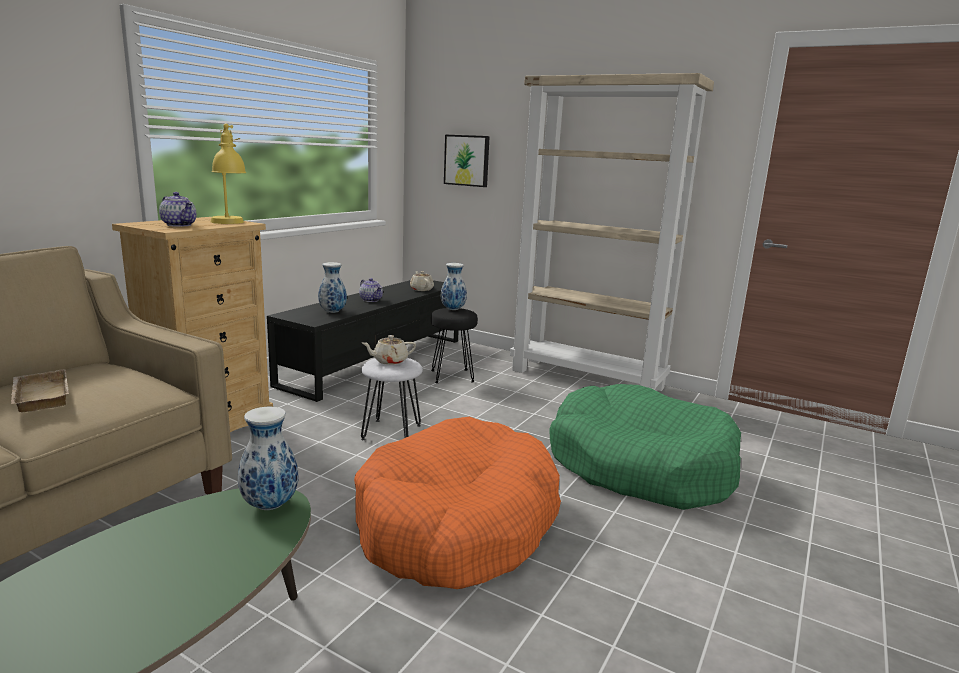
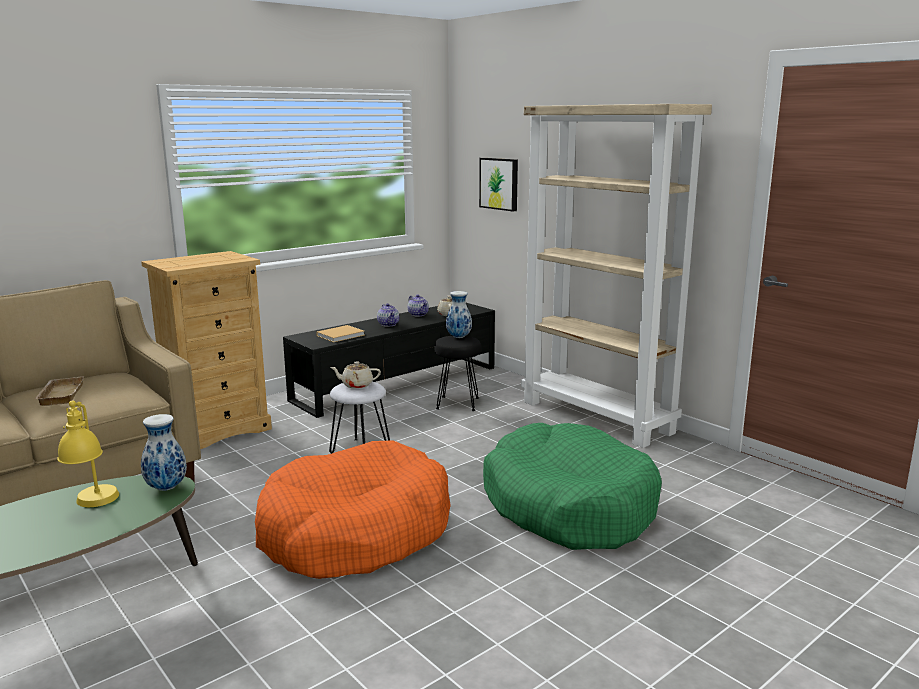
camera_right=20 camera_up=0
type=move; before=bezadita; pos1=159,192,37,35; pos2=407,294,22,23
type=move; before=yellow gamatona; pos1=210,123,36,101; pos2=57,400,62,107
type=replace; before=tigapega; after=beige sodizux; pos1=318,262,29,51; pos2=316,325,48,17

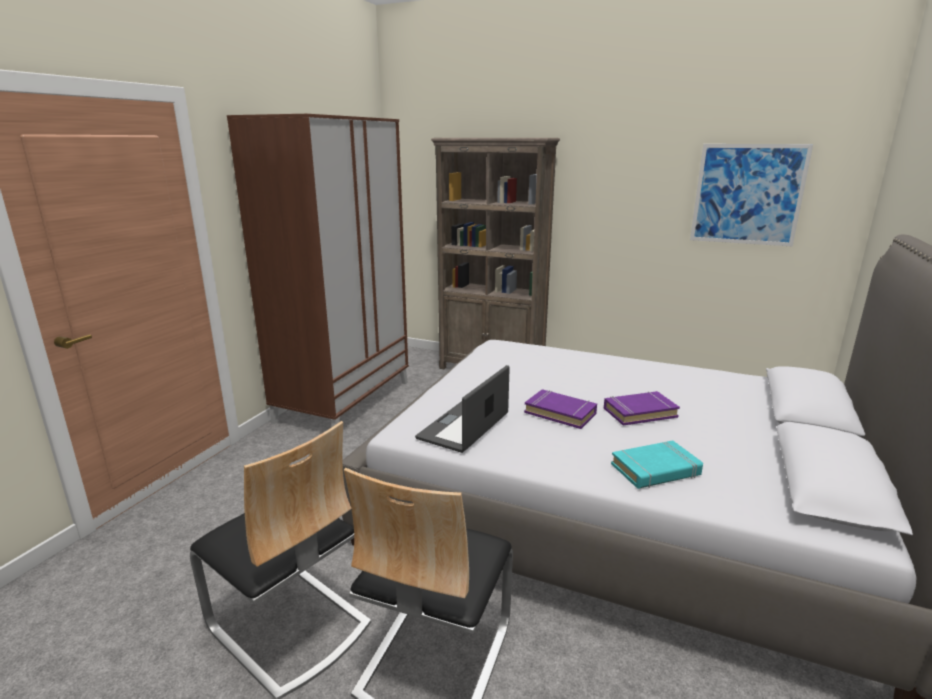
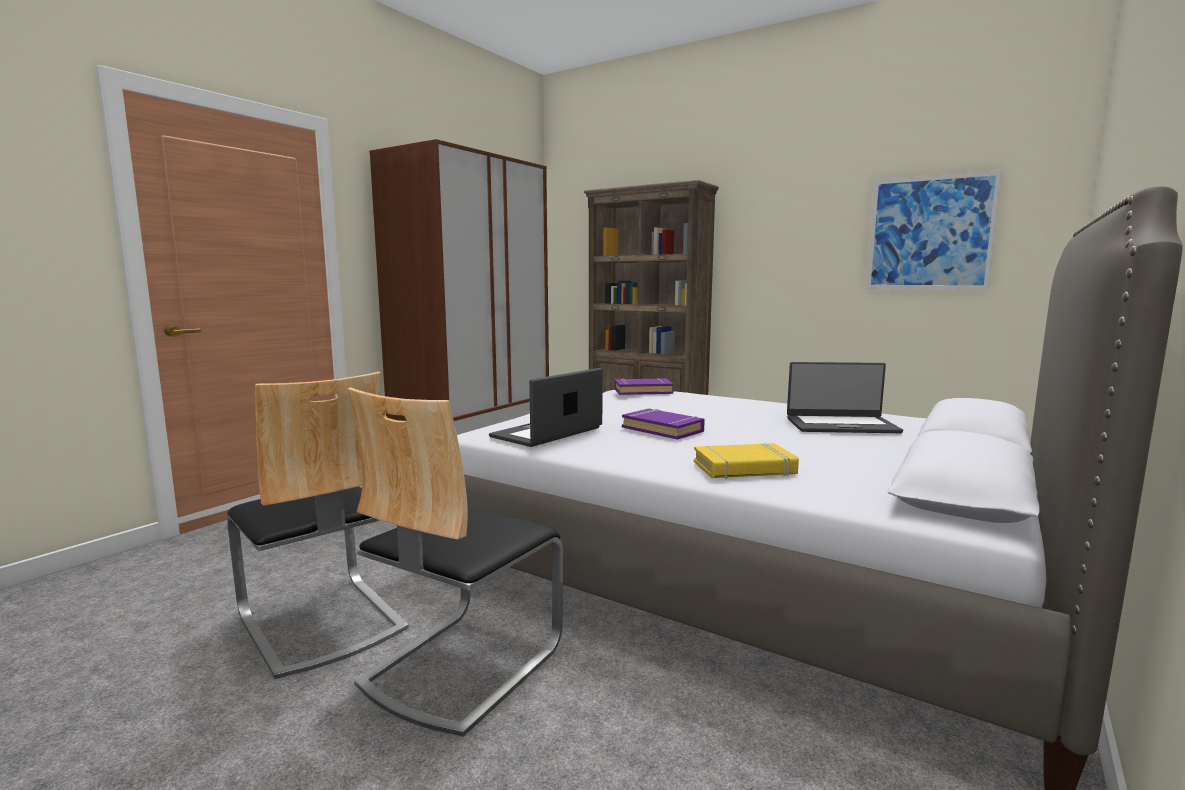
camera_right=10 camera_up=-10
type=move; before=purple sodizux; pos1=604,391,76,35; pos2=615,378,58,17
type=recolor; before=turquoise sodizux; after=yellow sodizux; pos1=611,440,92,49; pos2=694,443,105,36
type=insert; after=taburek; pos2=787,362,116,71

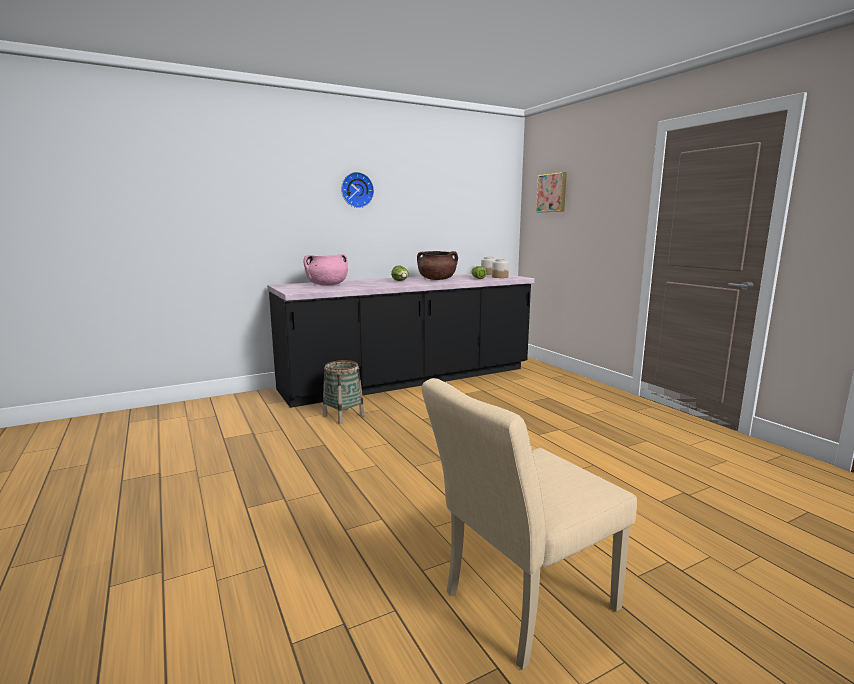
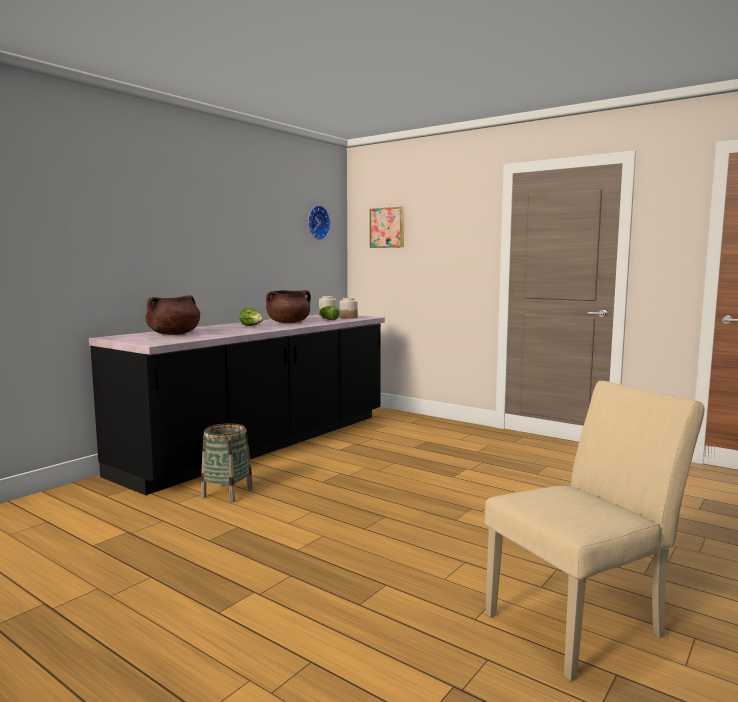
camera_right=-25 camera_up=-5
type=recolor; before=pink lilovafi; after=brown lilovafi; pos1=303,254,45,32; pos2=146,295,54,40
type=move; before=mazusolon; pos1=341,172,33,36; pos2=308,206,23,34
type=rotate; before=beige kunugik; pos1=422,378,215,292; pos2=485,381,219,300; turn=-150

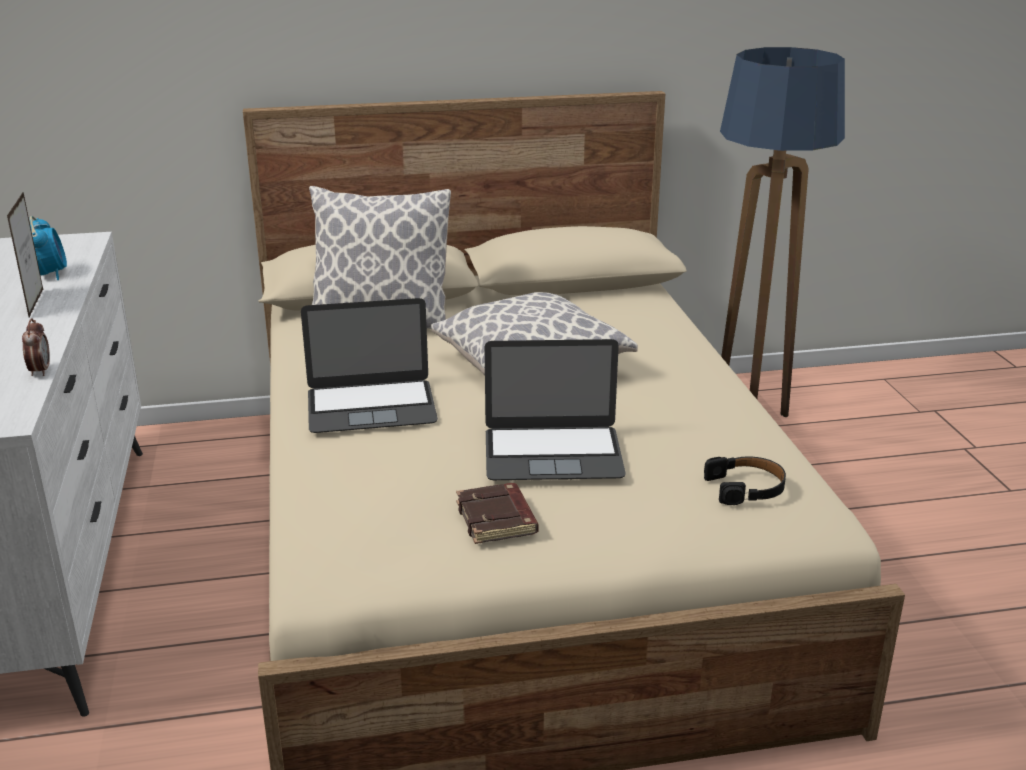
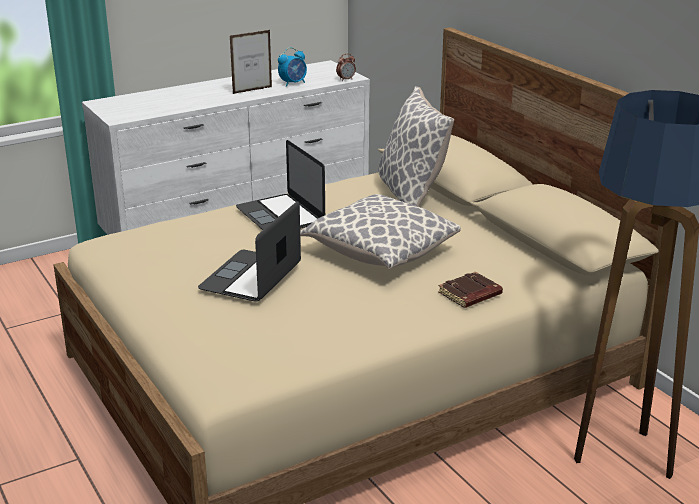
camera_right=70 camera_up=0
type=move; before=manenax; pos1=22,318,28,58; pos2=336,54,20,27
type=move; before=brown sodizux; pos1=456,483,83,61; pos2=438,272,65,36
type=rotate; before=taburek; pos1=485,339,141,141; pos2=198,201,103,101; turn=45
type=delete; before=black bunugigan; pos1=704,457,82,48

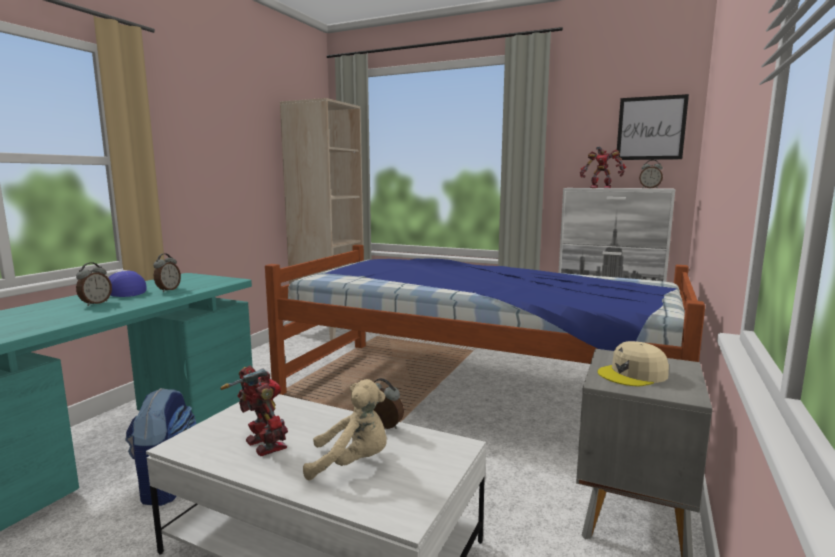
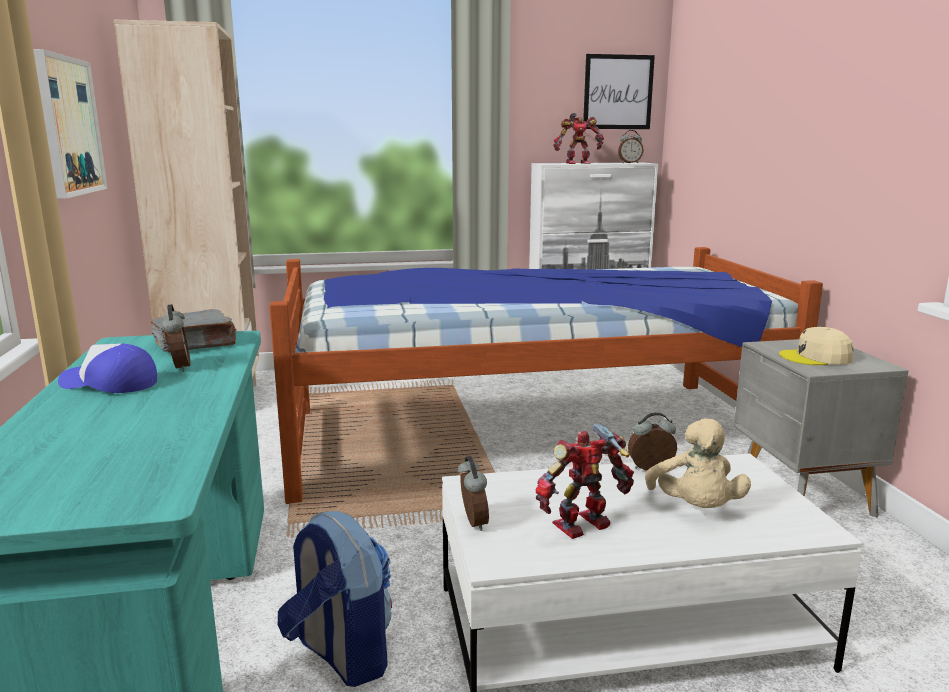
camera_right=-35 camera_up=5
type=move; before=manenax; pos1=76,262,36,44; pos2=457,456,32,75
type=rotate; before=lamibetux; pos1=220,365,68,91; pos2=536,423,98,116; turn=-45
type=rotate; before=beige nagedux; pos1=303,379,84,102; pos2=645,419,106,89; turn=120
type=rotate; before=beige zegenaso; pos1=598,341,71,45; pos2=779,327,75,38; turn=60
type=insert; after=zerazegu; pos2=33,49,75,150
type=insert; after=grey sodizux; pos2=151,309,85,43

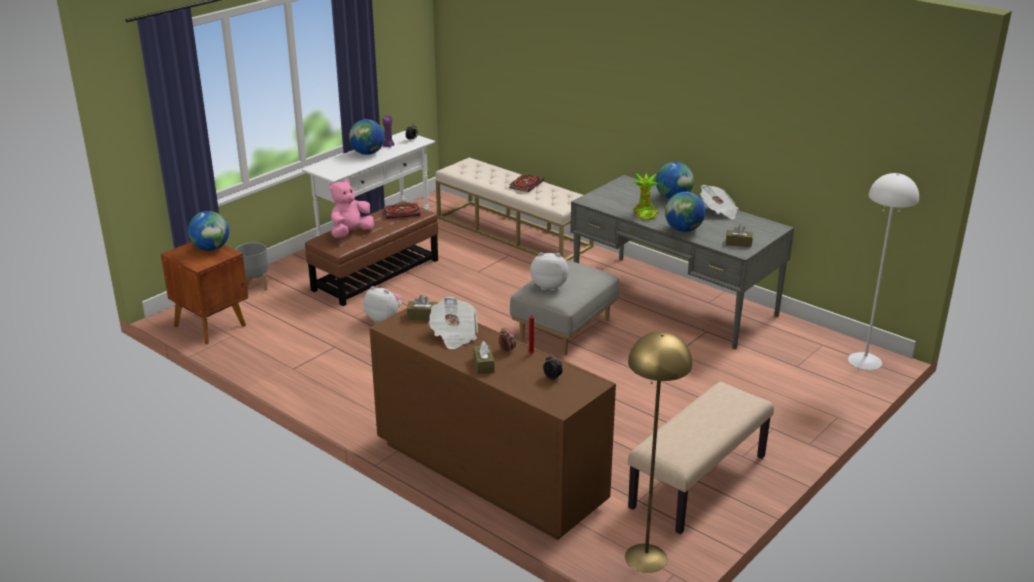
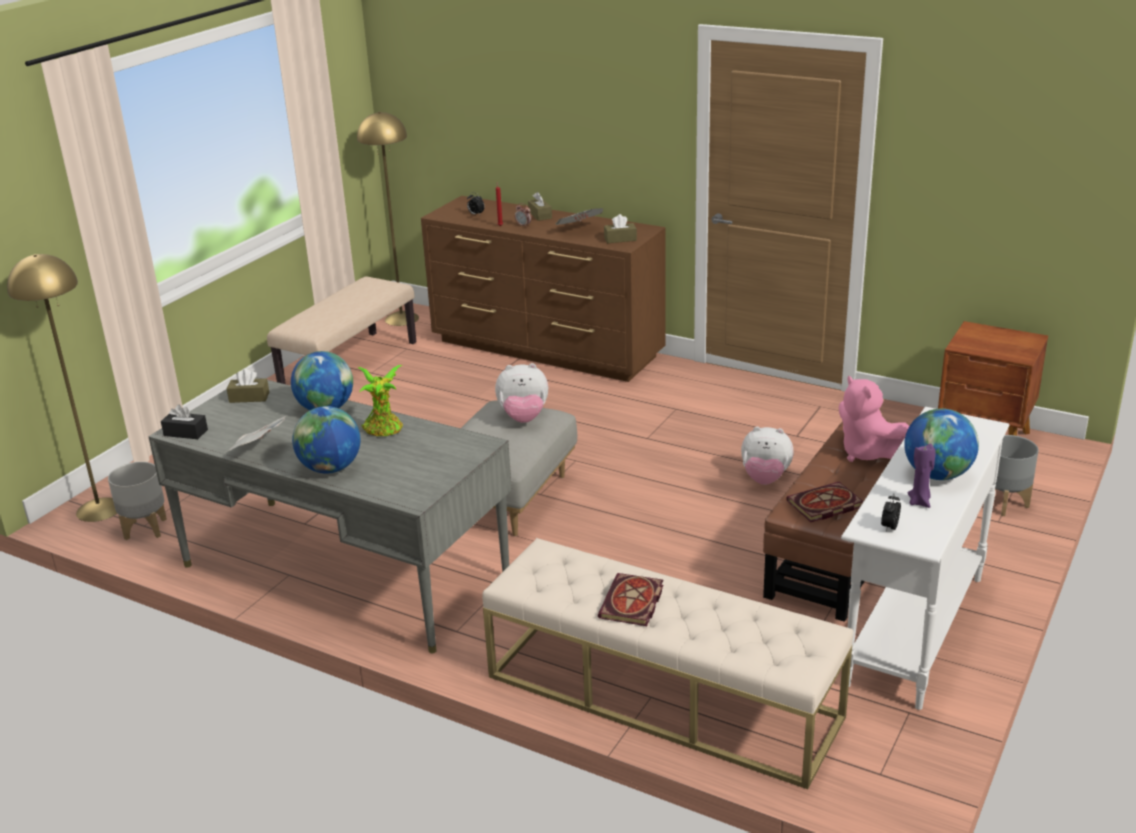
camera_right=170 camera_up=0
type=delete; before=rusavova; pos1=188,211,41,40
type=rotate; before=pink nagedux; pos1=329,179,45,59; pos2=839,375,70,87; turn=120
type=recolor; before=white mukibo; after=yellow mukibo; pos1=848,173,71,197; pos2=7,254,110,268
type=insert; after=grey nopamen; pos2=108,462,59,78
type=insert; after=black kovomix; pos2=161,405,47,34

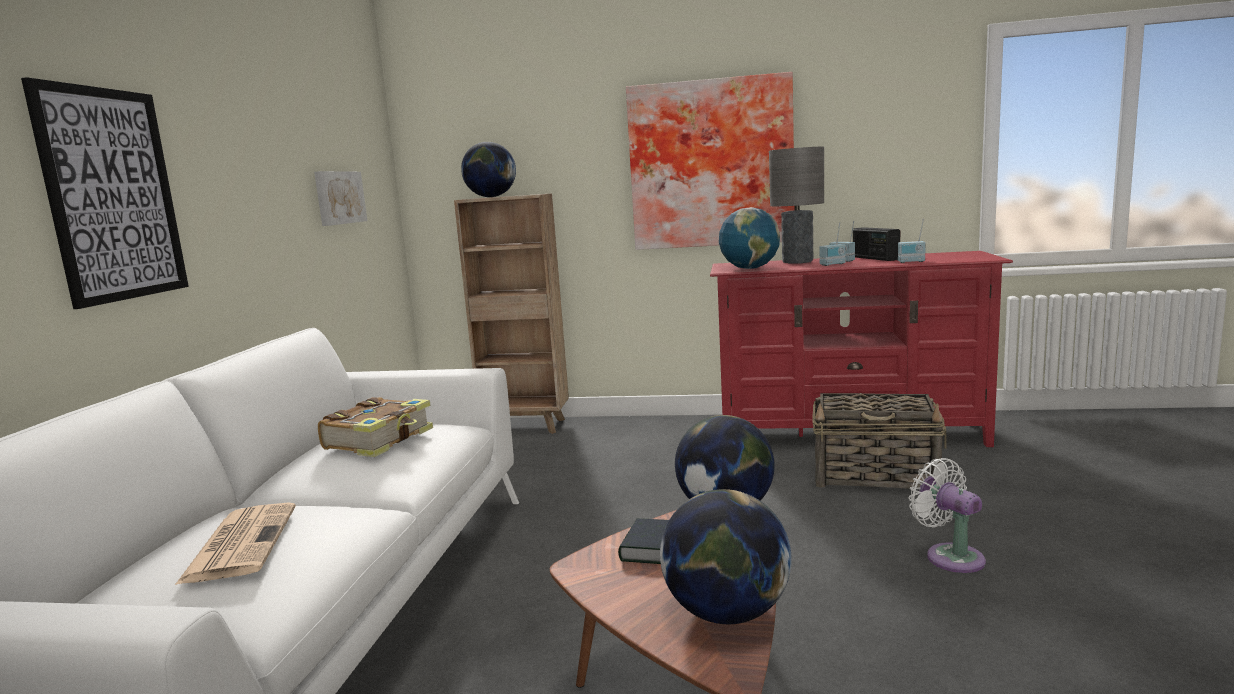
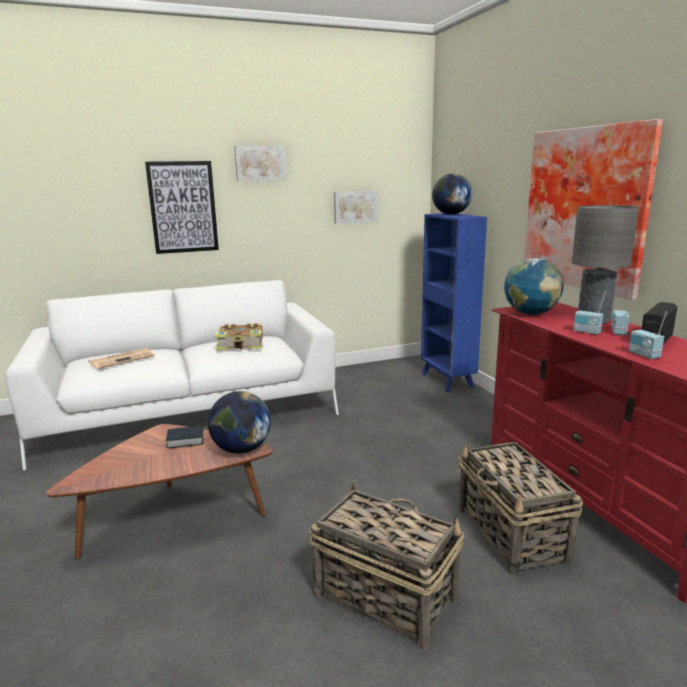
camera_right=60 camera_up=5
type=recolor; before=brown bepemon; after=blue bepemon; pos1=454,193,115,241; pos2=421,213,66,179
type=delete; before=rusavova; pos1=660,489,131,135
type=replace; before=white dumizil; after=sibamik; pos1=909,458,77,115; pos2=309,481,156,168
type=insert; after=zerazegu; pos2=234,146,53,35

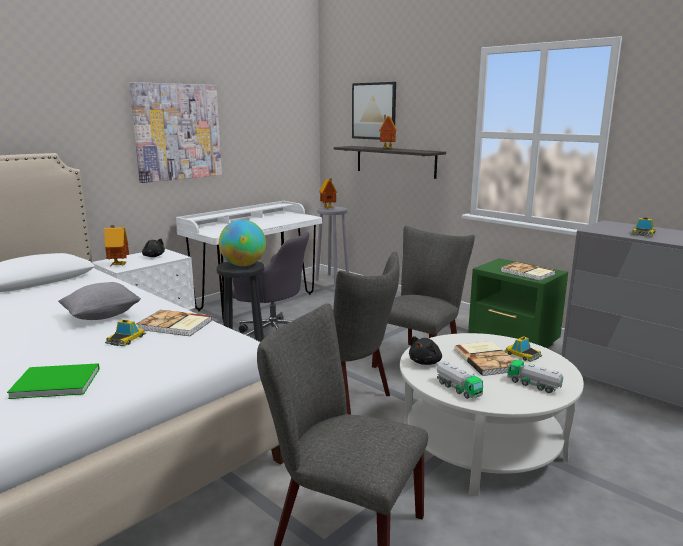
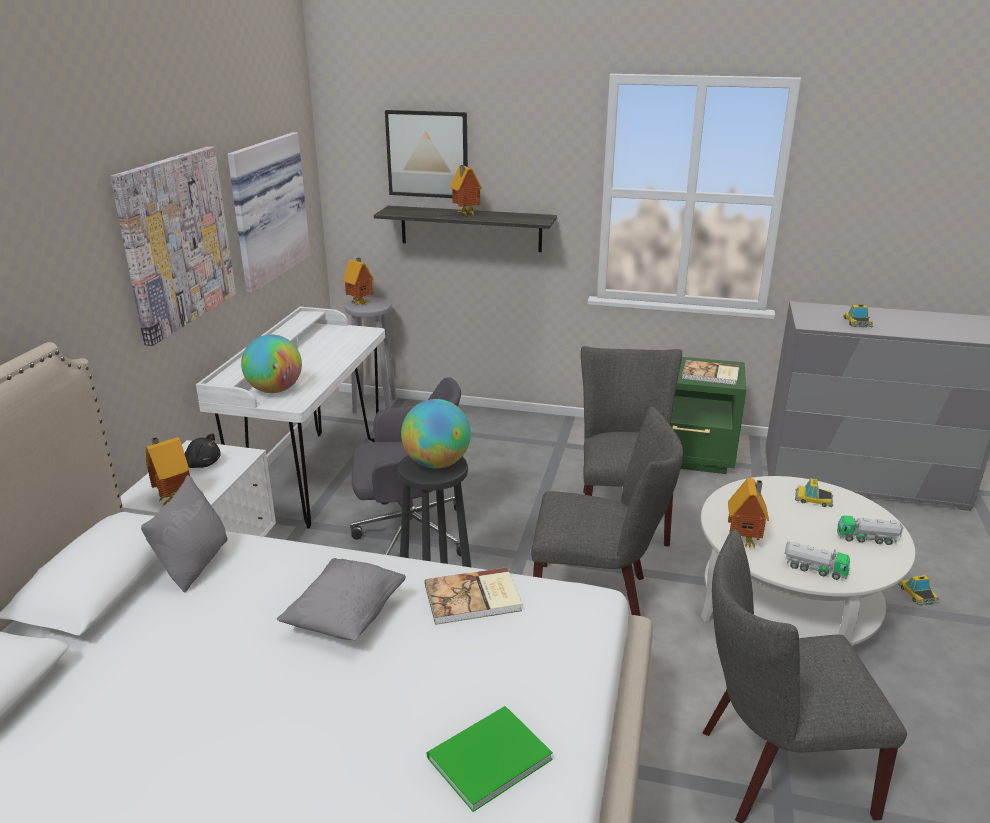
camera_right=-30 camera_up=10
type=move; before=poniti; pos1=105,319,41,27; pos2=898,575,42,30
type=replace; before=black nagedux; after=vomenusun; pos1=409,336,33,29; pos2=728,478,41,69
type=delete; before=sodizux; pos1=454,341,61,35
type=insert; after=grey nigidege; pos2=141,475,87,118
type=insert; after=zerazegu; pos2=227,132,83,161
type=insert; after=rusavova; pos2=241,334,61,59

